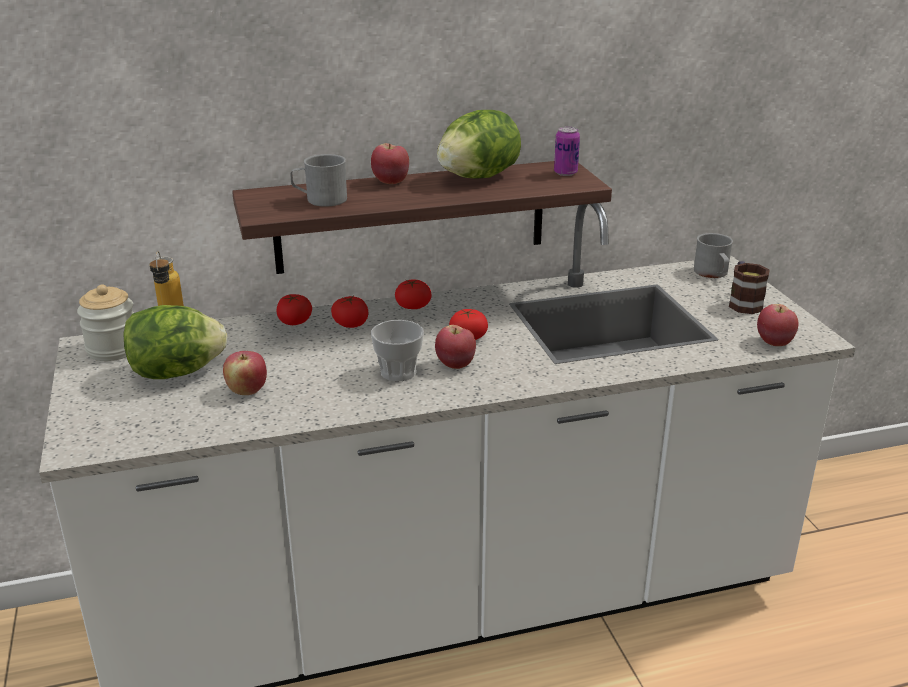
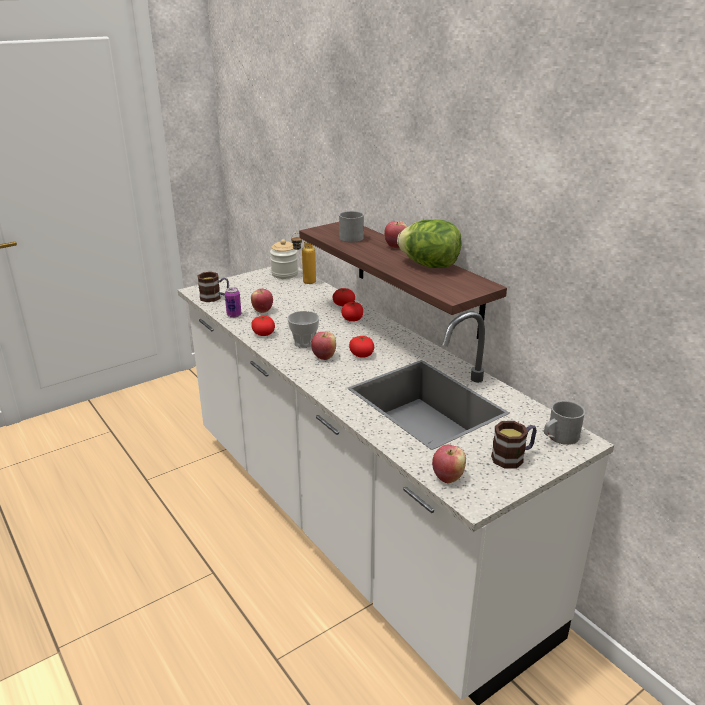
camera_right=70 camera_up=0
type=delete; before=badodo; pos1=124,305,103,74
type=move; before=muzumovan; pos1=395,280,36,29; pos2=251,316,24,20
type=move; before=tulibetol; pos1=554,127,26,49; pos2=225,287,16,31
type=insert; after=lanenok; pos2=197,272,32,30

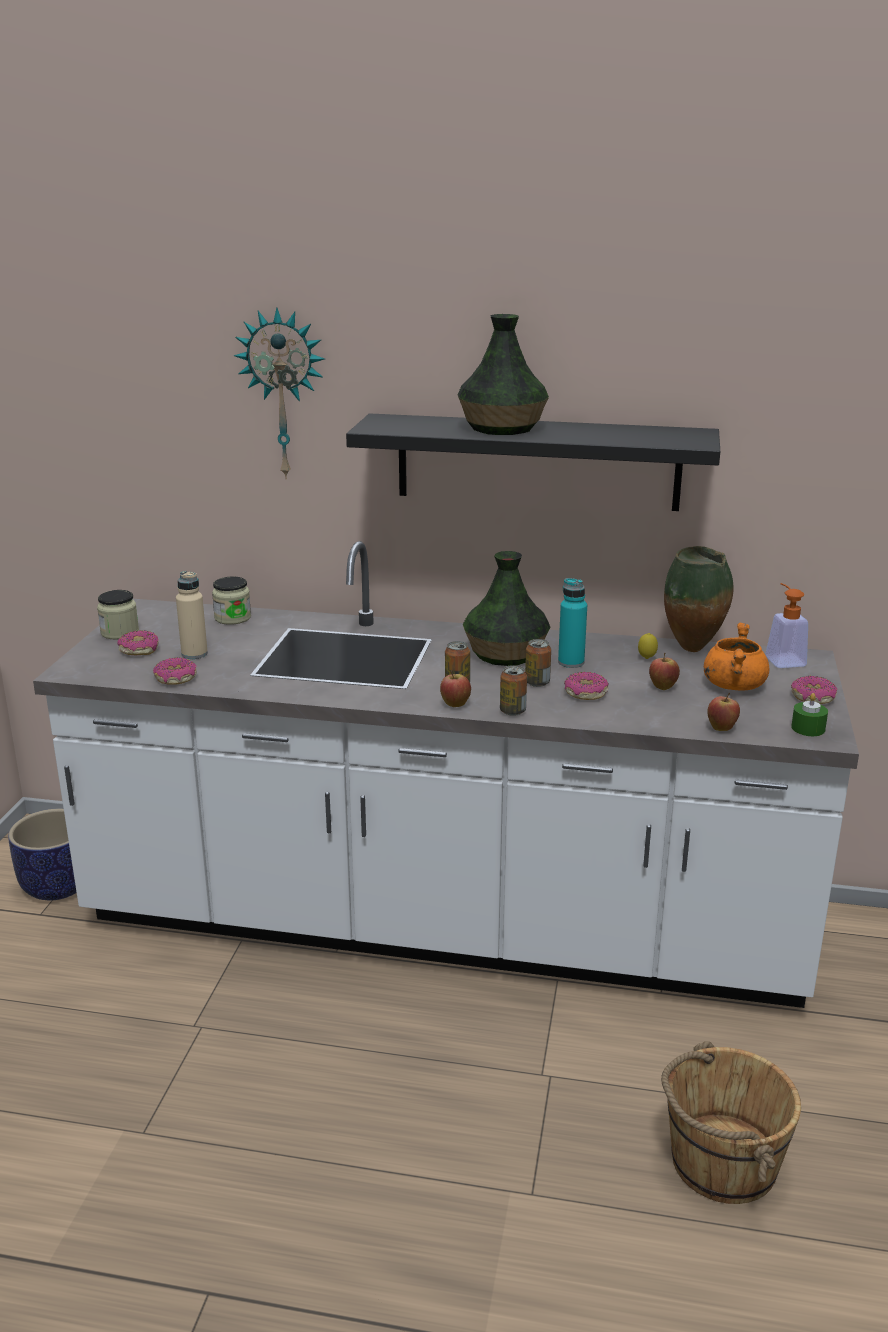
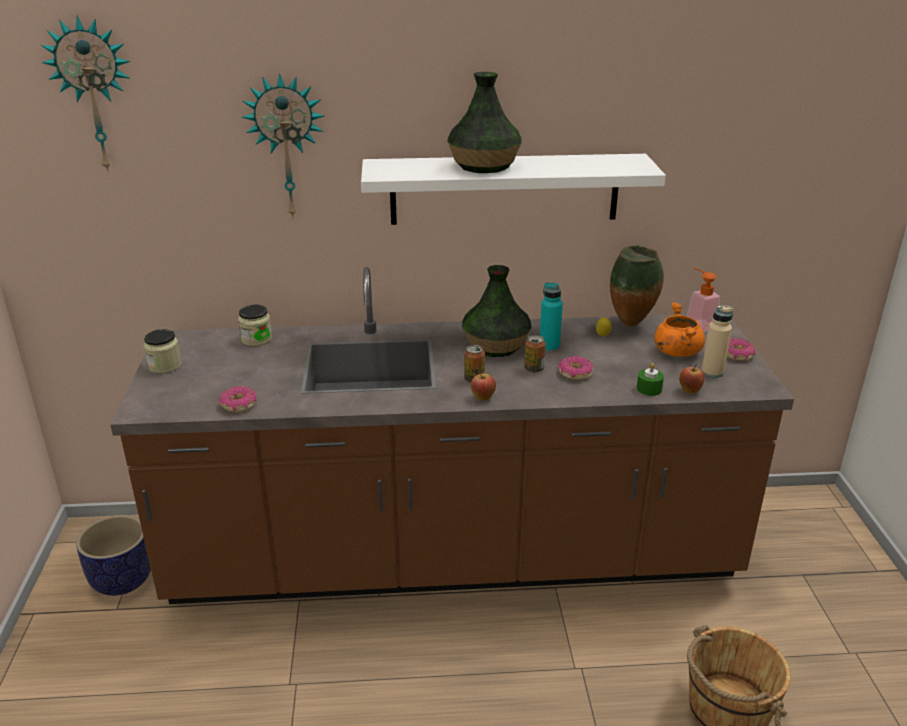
camera_right=-15 camera_up=5
type=recolor; before=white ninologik; after=brown ninologik; pos1=33,541,826,467; pos2=110,267,684,337
type=delete; before=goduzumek; pos1=117,631,42,24
type=move; before=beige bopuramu; pos1=176,571,32,88; pos2=702,305,31,73
type=recolor; before=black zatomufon; after=white zatomufon; pos1=346,413,374,98; pos2=361,154,305,71
type=delete; before=tulibetol; pos1=500,665,27,51
type=delete; before=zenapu; pos1=649,653,31,37
type=move; before=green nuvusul; pos1=791,693,37,43; pos2=637,363,27,33
type=insert; after=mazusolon; pos2=41,16,89,157

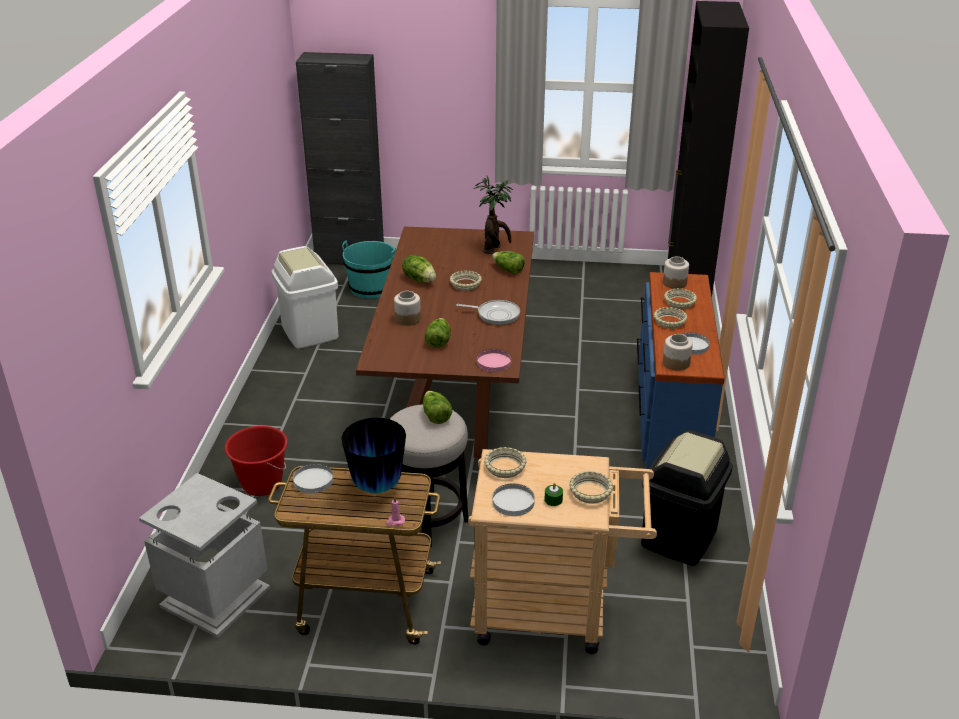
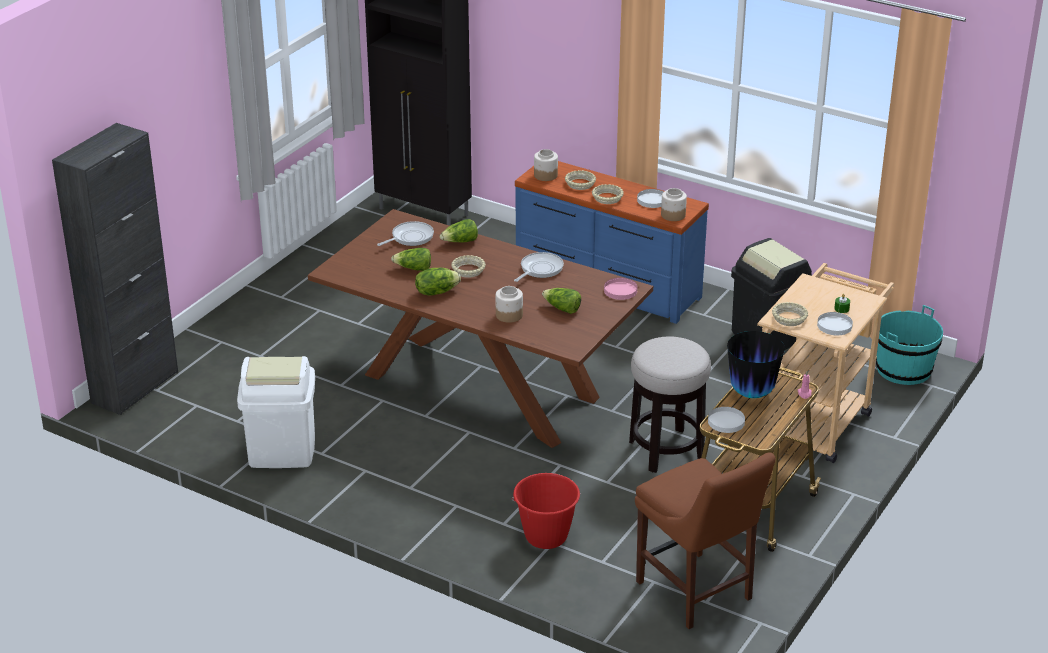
camera_right=-65 camera_up=0
type=replace; before=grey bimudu; after=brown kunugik; pos1=139,473,131,165; pos2=635,452,141,177
type=move; before=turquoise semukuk; pos1=342,241,54,58; pos2=876,305,67,80
type=move; before=badodo; pos1=423,391,29,33; pos2=391,248,40,23
type=replace; before=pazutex; after=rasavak; pos1=474,176,39,78; pos2=377,221,57,25
type=delete; before=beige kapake; pos1=569,471,44,33

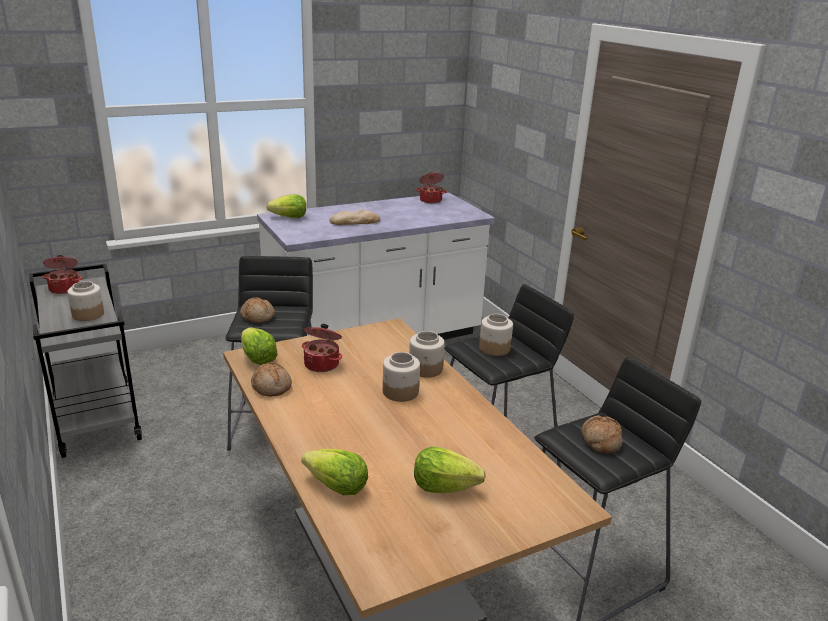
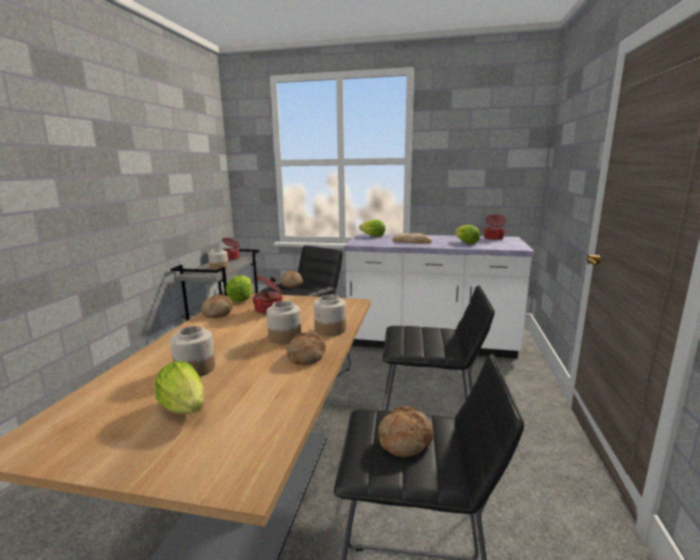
camera_right=40 camera_up=-10
type=move; before=badodo; pos1=301,449,67,46; pos2=455,225,25,19
type=move; before=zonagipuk; pos1=479,314,34,42; pos2=170,326,45,51
type=insert; after=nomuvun; pos2=287,332,39,33

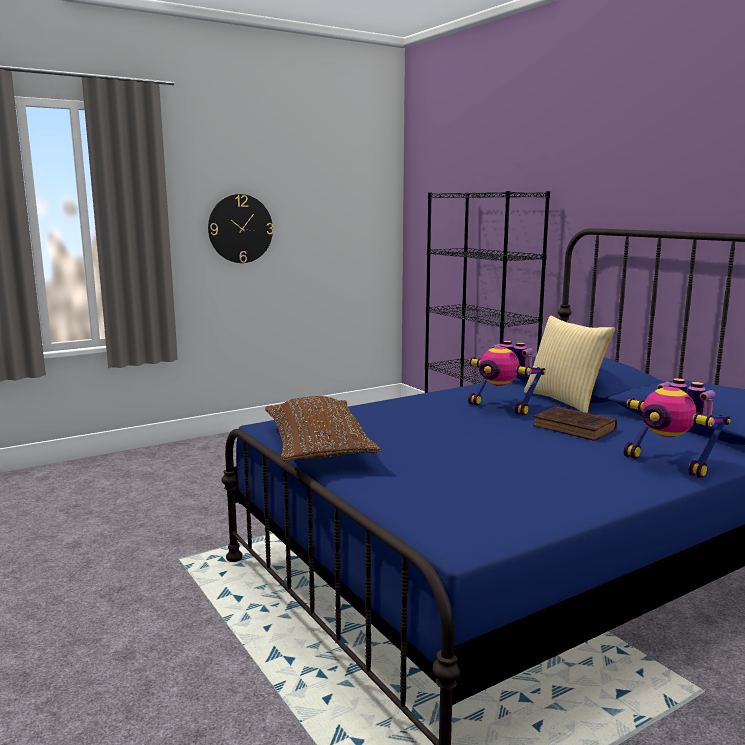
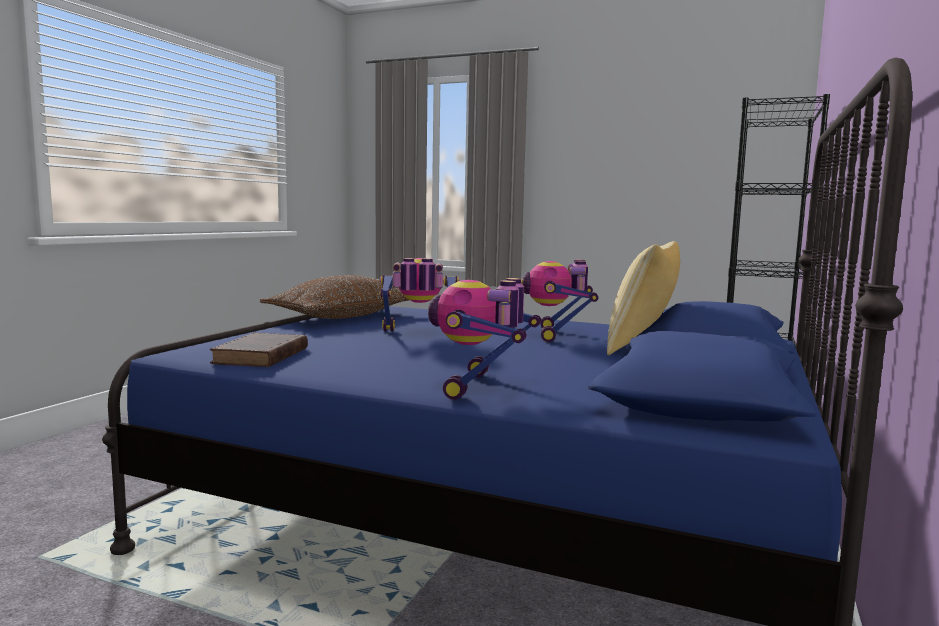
camera_right=55 camera_up=-5
type=delete; before=mazusolon; pos1=208,194,65,69
type=move; before=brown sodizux; pos1=533,406,84,35; pos2=210,333,98,34
type=insert; after=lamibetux; pos2=379,258,81,73

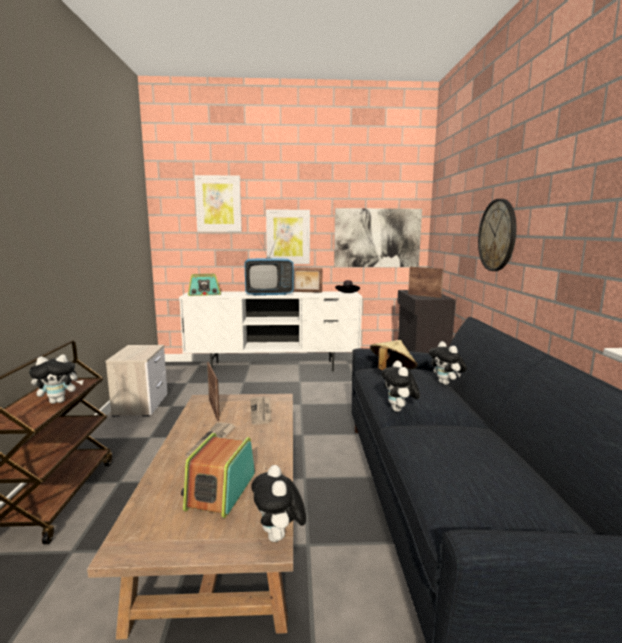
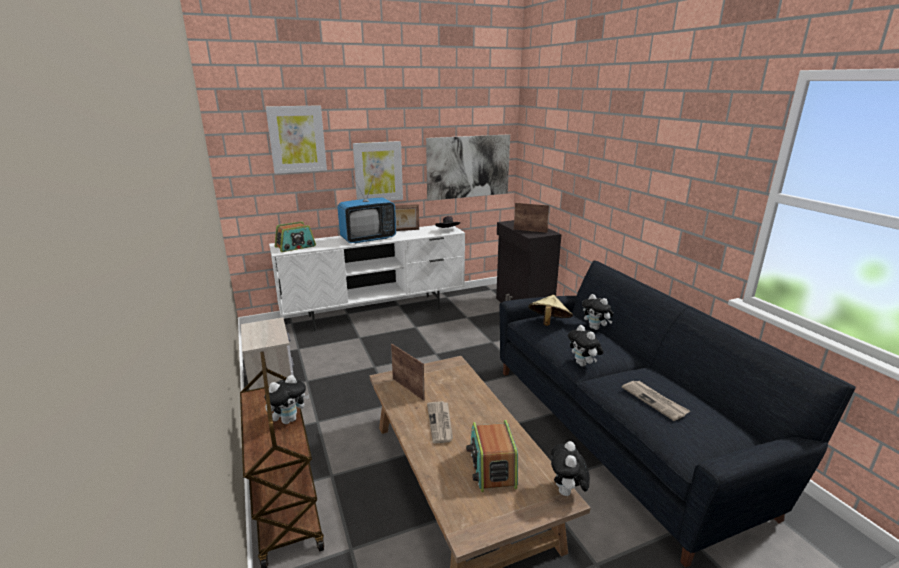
camera_right=-20 camera_up=10
type=move; before=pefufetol; pos1=250,397,21,28; pos2=622,380,68,41
type=rotate; before=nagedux; pos1=251,465,55,77; pos2=551,441,39,56; turn=45
type=delete; before=mazusolon; pos1=478,199,38,72

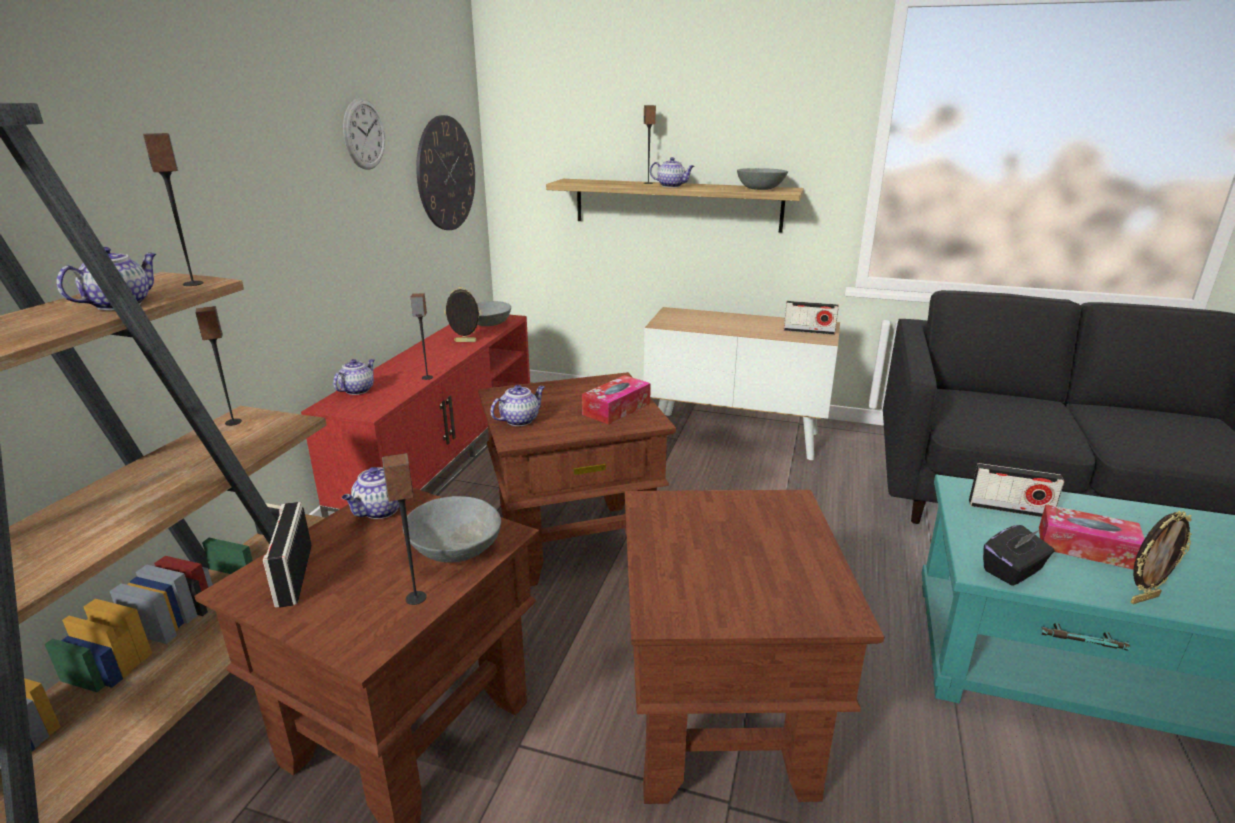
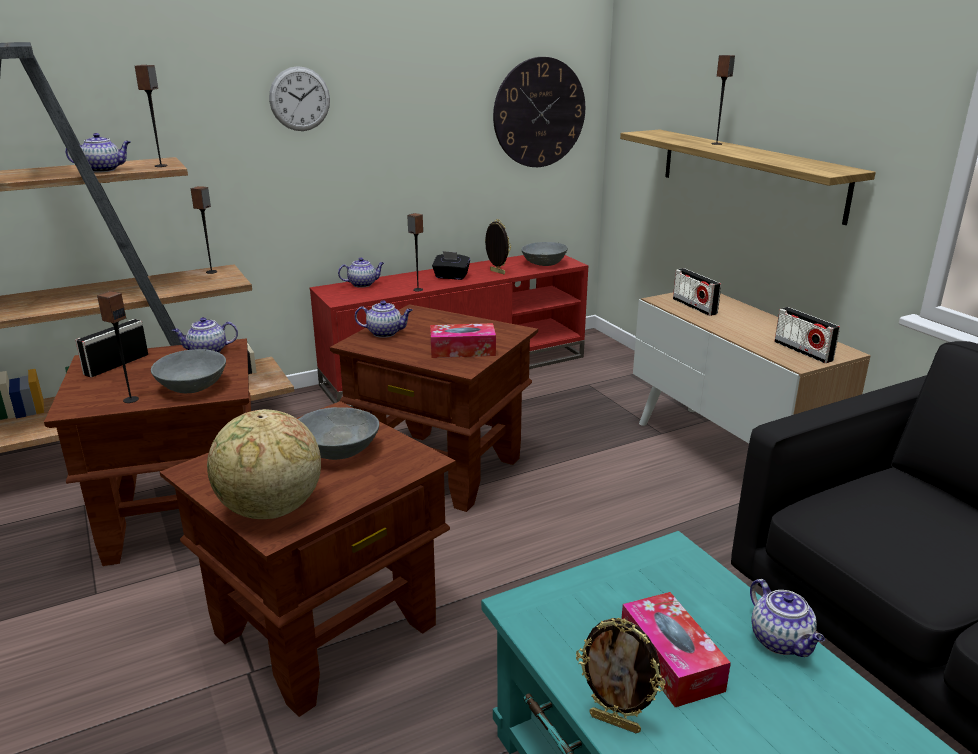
camera_right=45 camera_up=0
type=move; before=mazusolon; pos1=343,98,42,72; pos2=269,66,61,65
type=move; before=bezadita; pos1=650,157,44,31; pos2=750,579,75,78
type=move; before=grey kapake; pos1=737,168,51,22; pos2=298,407,81,53
type=move; before=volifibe; pos1=969,463,95,54; pos2=673,268,48,48
type=move; before=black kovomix; pos1=983,525,71,61; pos2=432,251,38,29
type=insert; after=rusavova; pos2=207,409,114,110

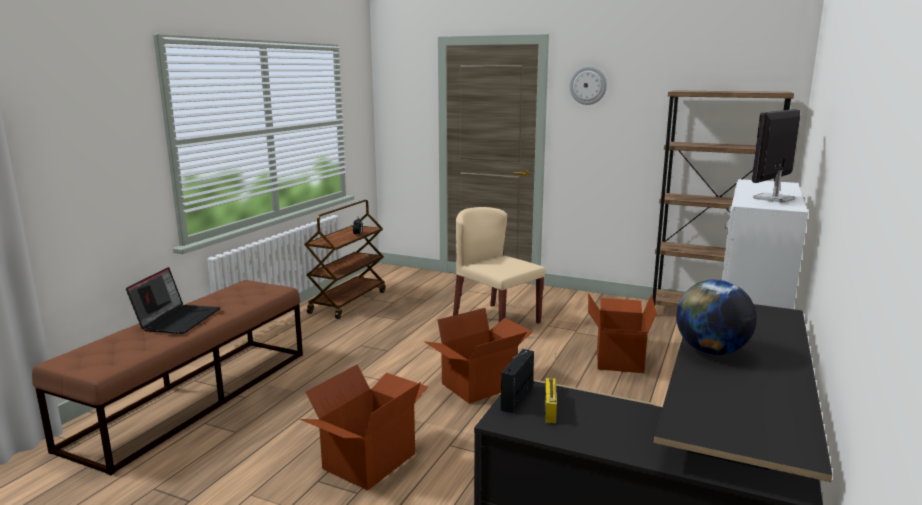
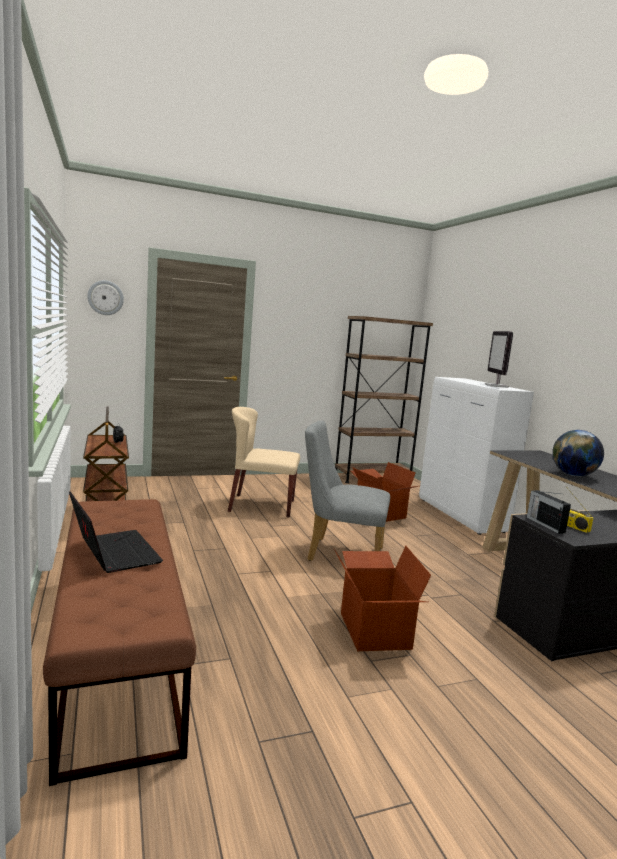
camera_right=-45 camera_up=-5
type=replace; before=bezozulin; after=grey kunugik; pos1=424,308,109,96; pos2=305,420,85,141
type=move; before=mazusolon; pos1=570,66,37,39; pos2=87,280,37,35

